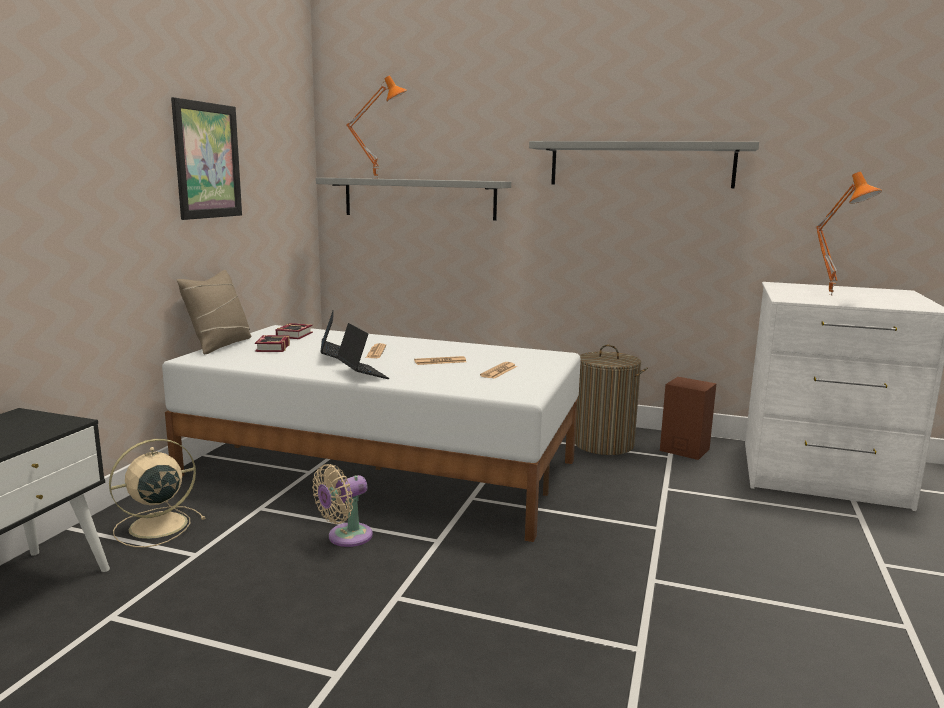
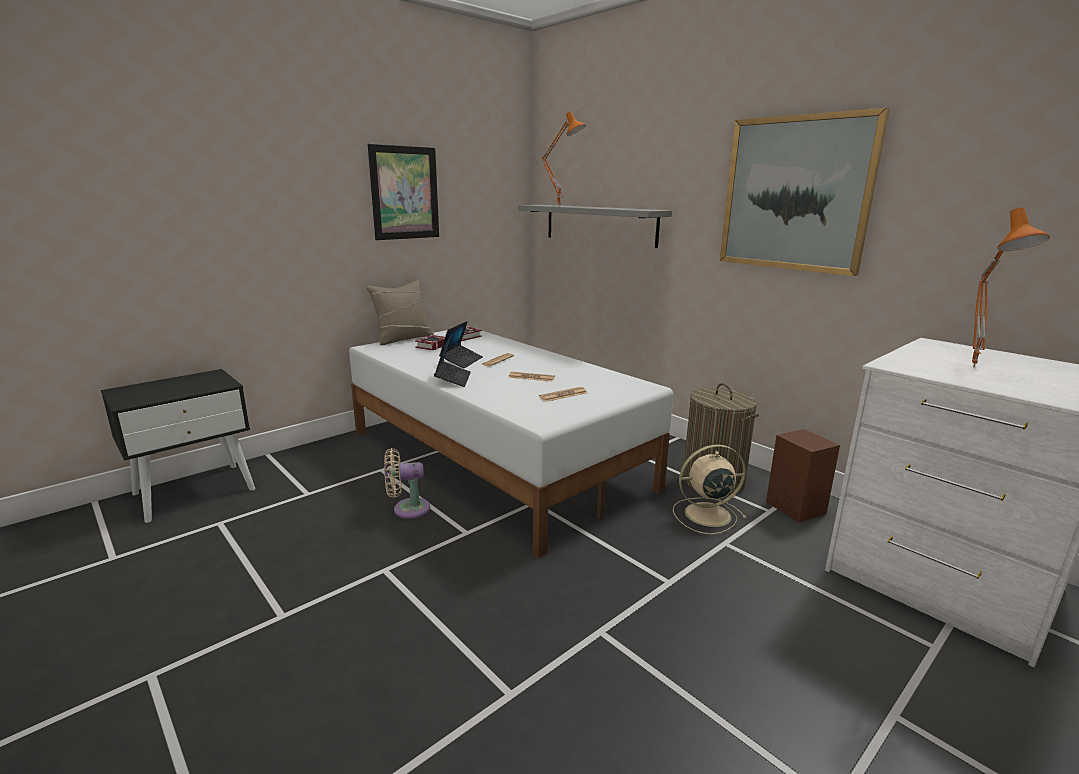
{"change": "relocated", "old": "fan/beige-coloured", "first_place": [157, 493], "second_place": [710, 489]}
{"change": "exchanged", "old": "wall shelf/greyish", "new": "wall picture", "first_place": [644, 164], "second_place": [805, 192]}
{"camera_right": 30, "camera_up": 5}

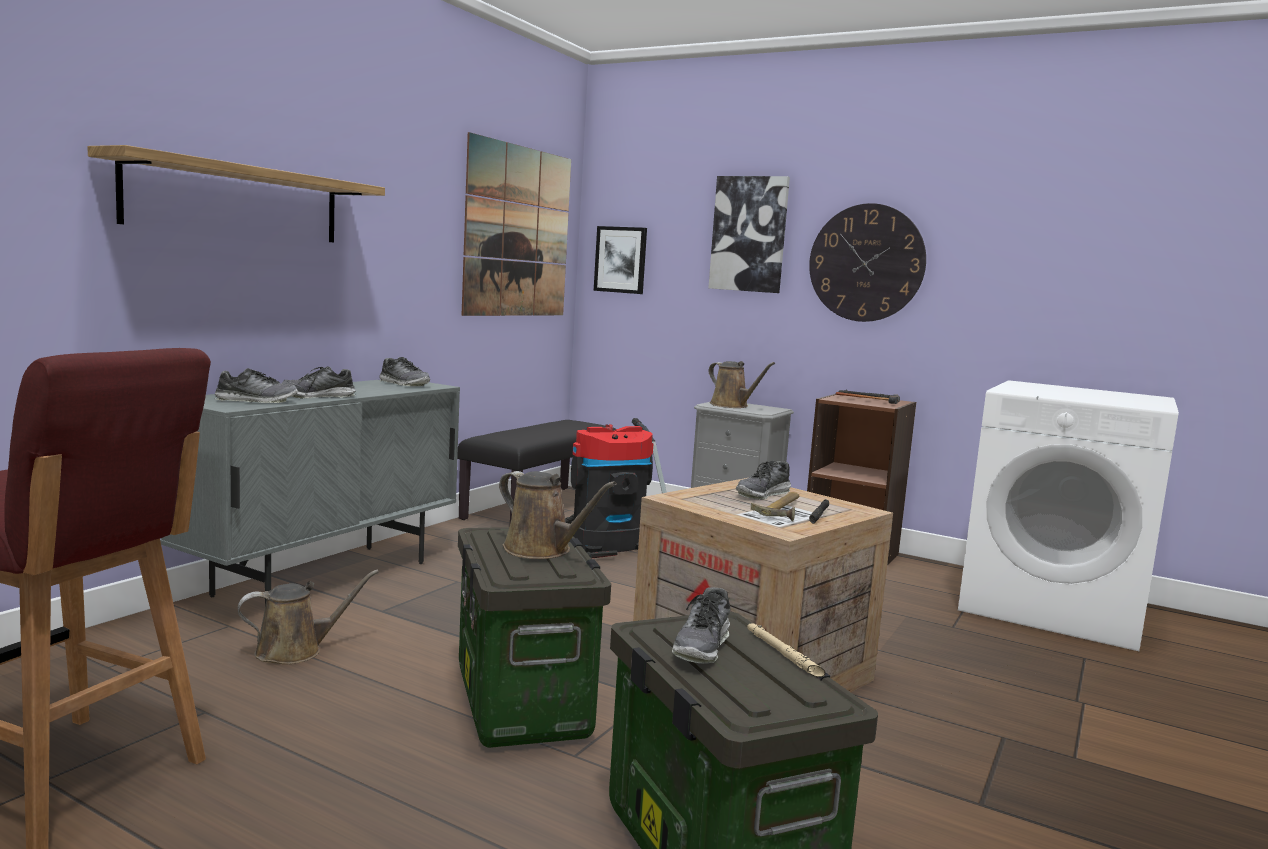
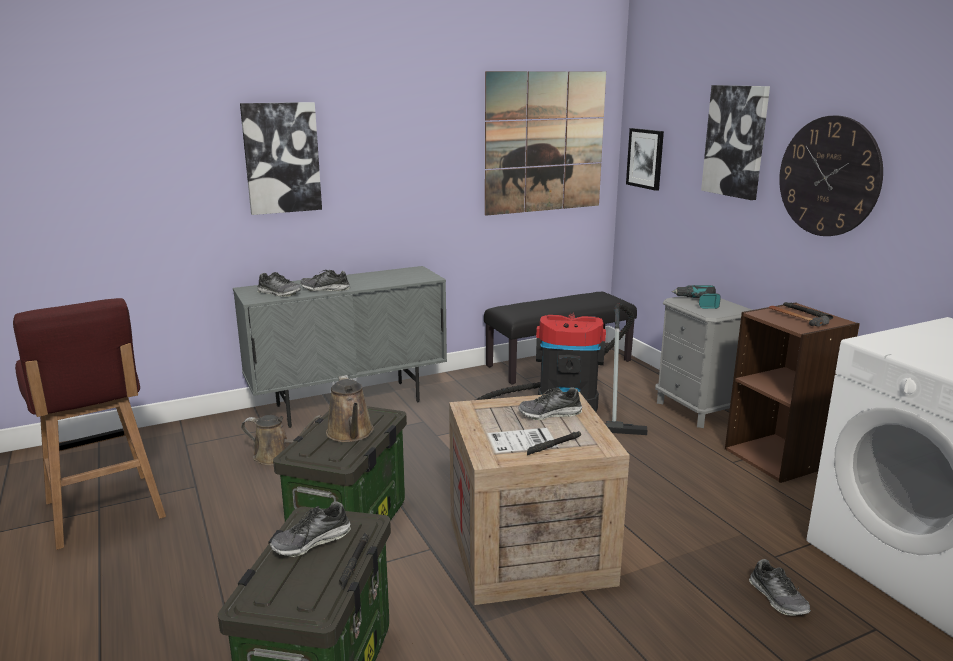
{"change": "exchanged", "old": "wall shelf", "new": "wall picture", "first_place": [236, 193], "second_place": [281, 158]}
{"change": "relocated", "old": "low shoe", "first_place": [404, 372], "second_place": [780, 587]}
{"change": "exchanged", "old": "watering pot/brownish", "new": "power drill", "first_place": [741, 384], "second_place": [696, 297]}
{"change": "colour", "old": "flashlight/beige-coloured", "new": "flashlight/black-coloured", "first_place": [786, 650], "second_place": [354, 561]}
{"change": "missing", "old": "tool hammer", "first_place": [775, 507]}
{"camera_right": 35, "camera_up": 10}

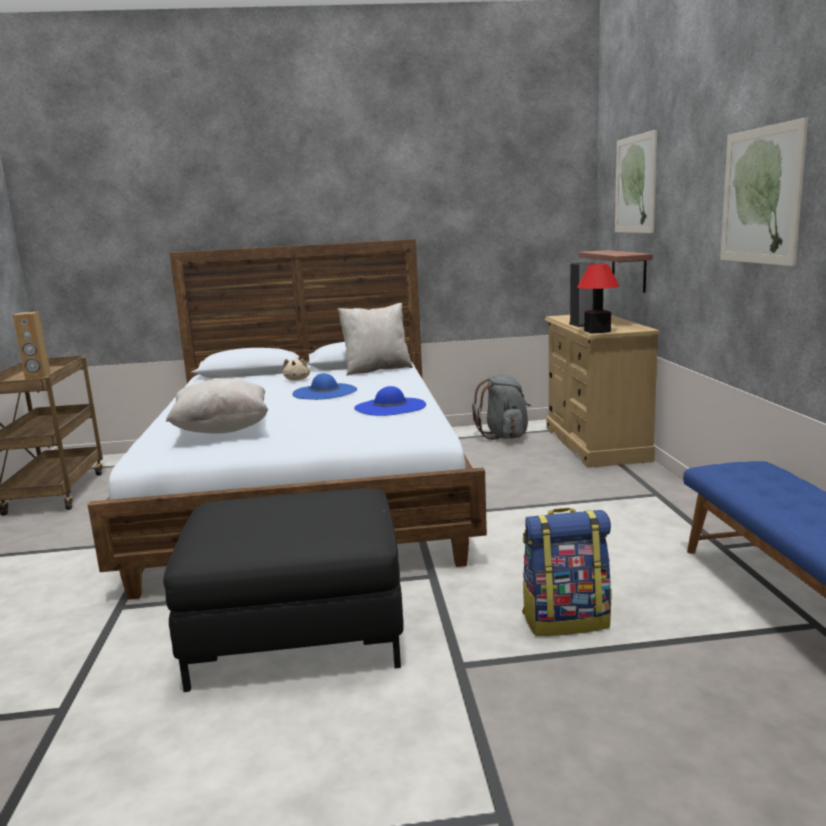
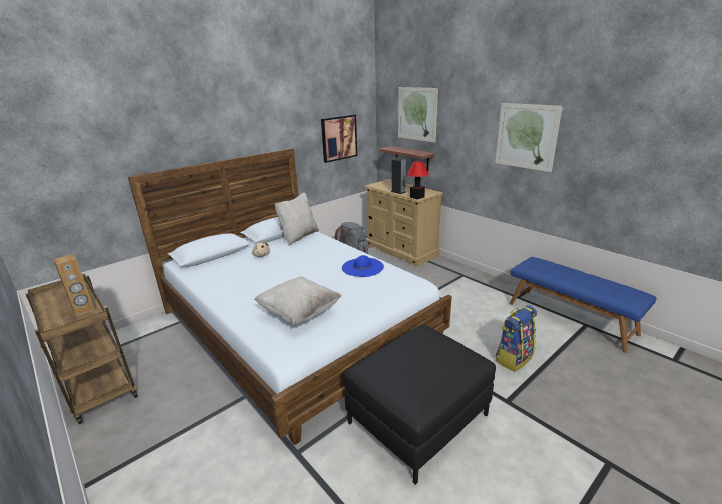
{"change": "missing", "old": "clothing hat/blue", "first_place": [324, 386]}
{"change": "appeared", "new": "wall picture", "second_place": [339, 139]}
{"camera_right": -35, "camera_up": 10}

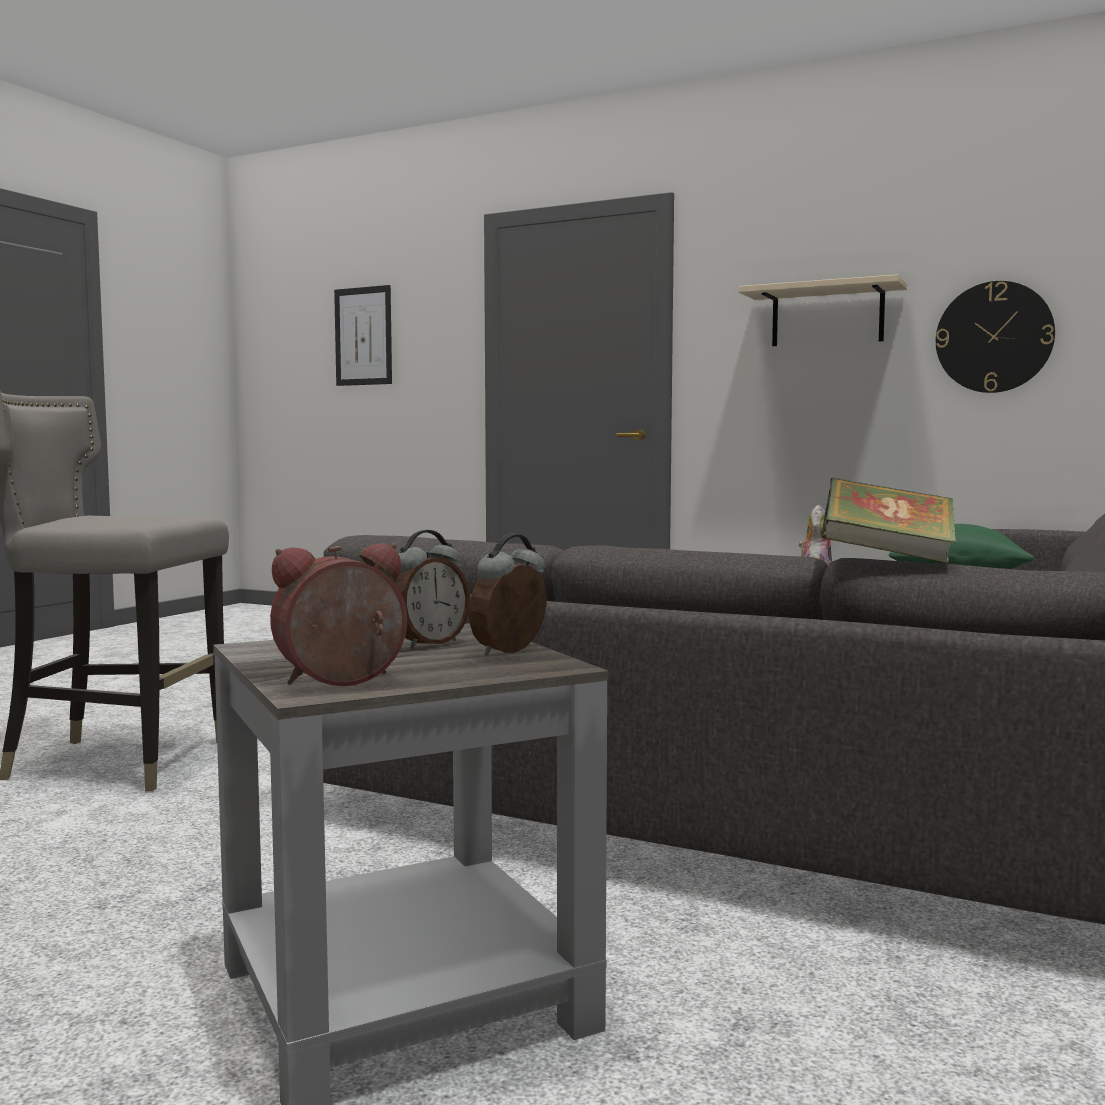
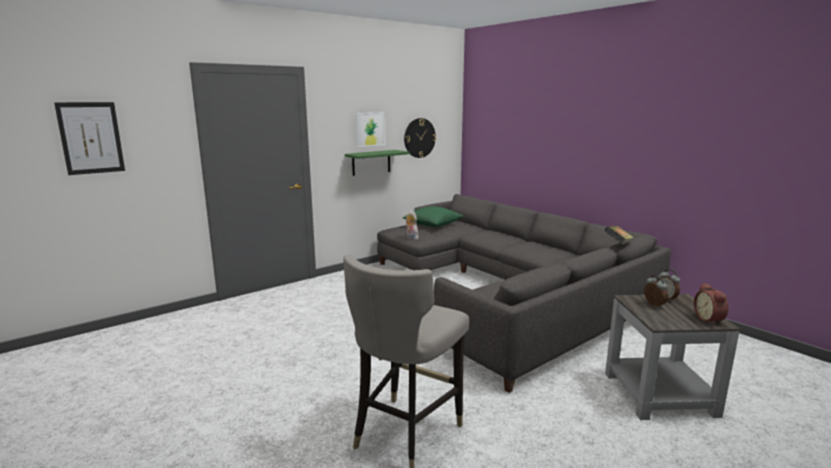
{"change": "exchanged", "old": "wall shelf/beige-coloured", "new": "wall picture", "first_place": [822, 310], "second_place": [370, 130]}
{"change": "appeared", "new": "wall shelf/green", "second_place": [377, 163]}
{"camera_right": -65, "camera_up": 10}

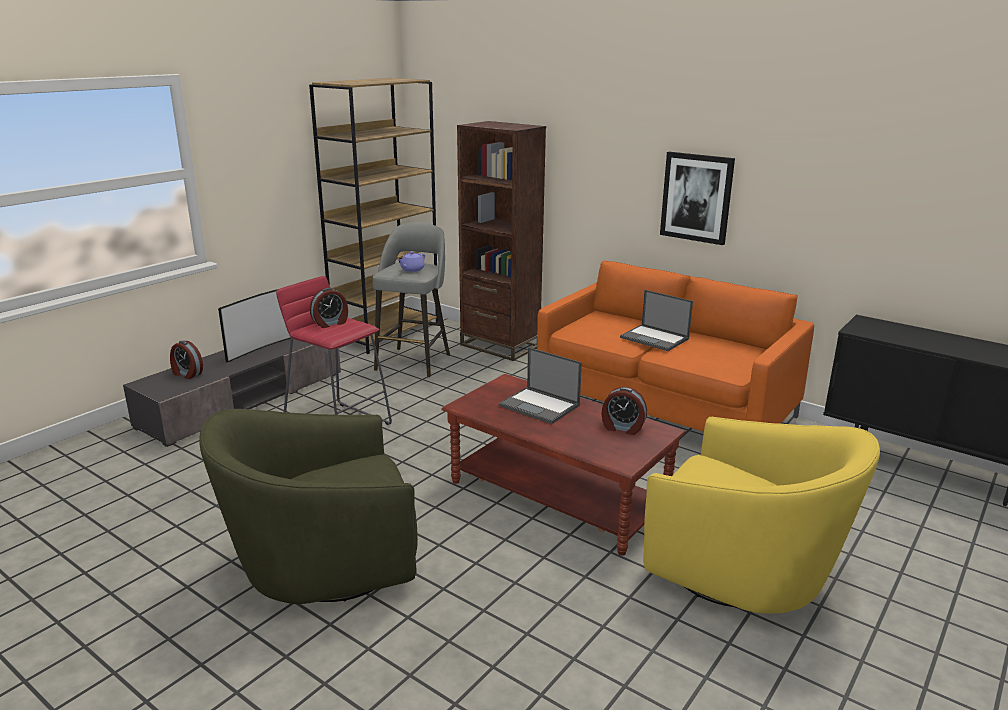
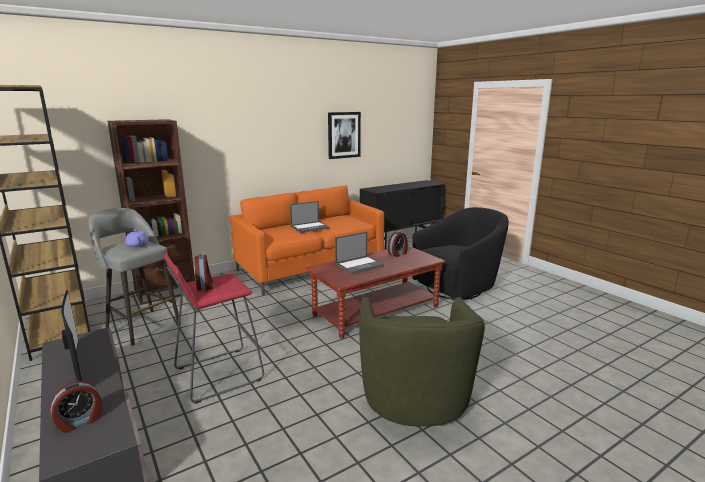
{"change": "colour", "old": "armchair/yellow", "new": "armchair/black-coloured", "first_place": [761, 515], "second_place": [460, 253]}
{"change": "relocated", "old": "wall picture", "first_place": [697, 198], "second_place": [344, 135]}
{"camera_right": -70, "camera_up": -5}

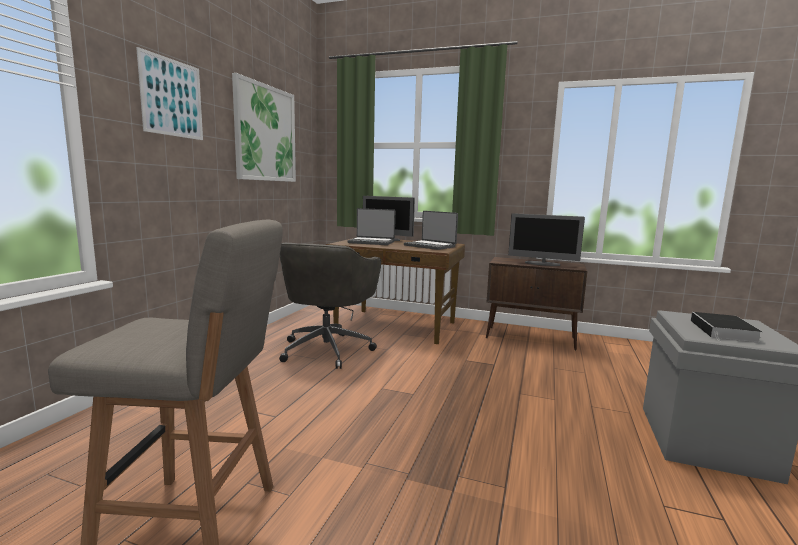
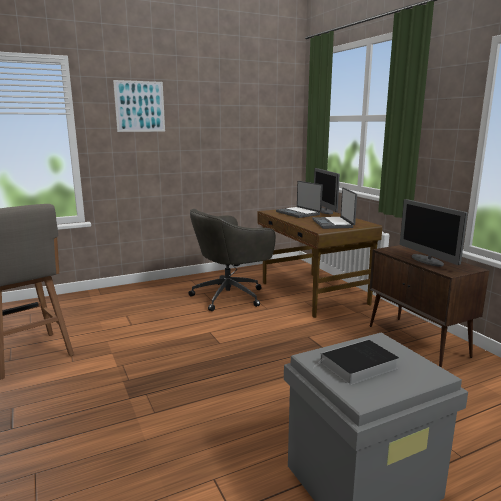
{"change": "missing", "old": "wall picture", "first_place": [264, 127]}
{"camera_right": 45, "camera_up": 5}

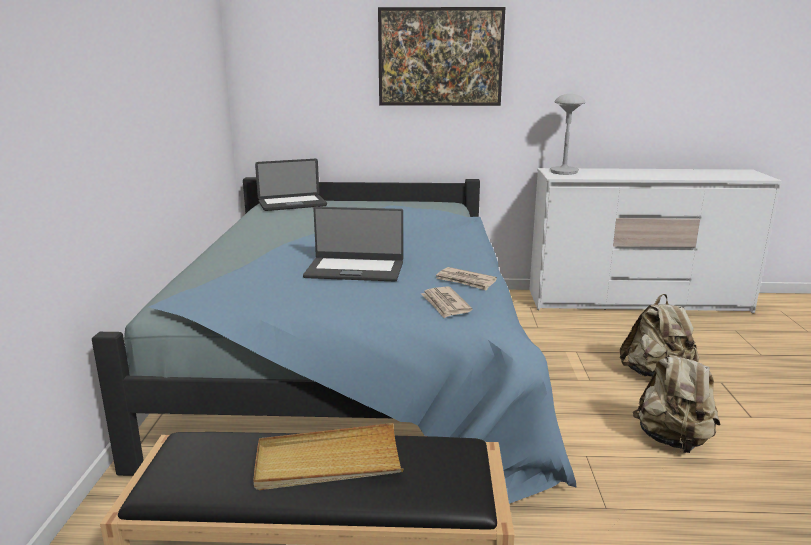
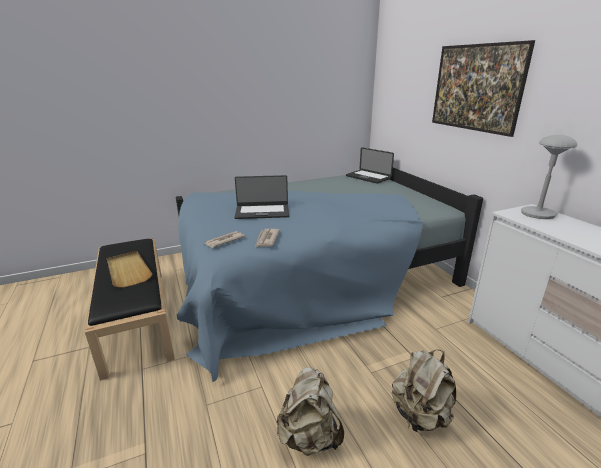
{"change": "spun", "old": "notebook computer", "first_place": [353, 244], "second_place": [261, 197], "degrees": -75}
{"camera_right": 65, "camera_up": 5}

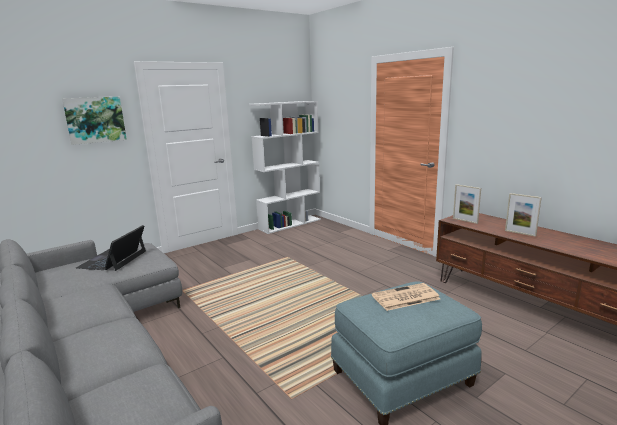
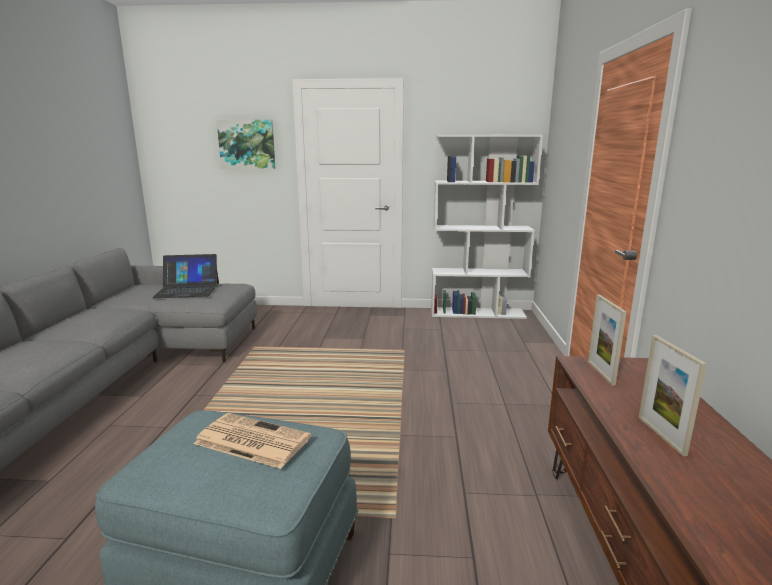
{"change": "spun", "old": "notebook computer", "first_place": [111, 248], "second_place": [185, 276], "degrees": -150}
{"camera_right": 40, "camera_up": 0}

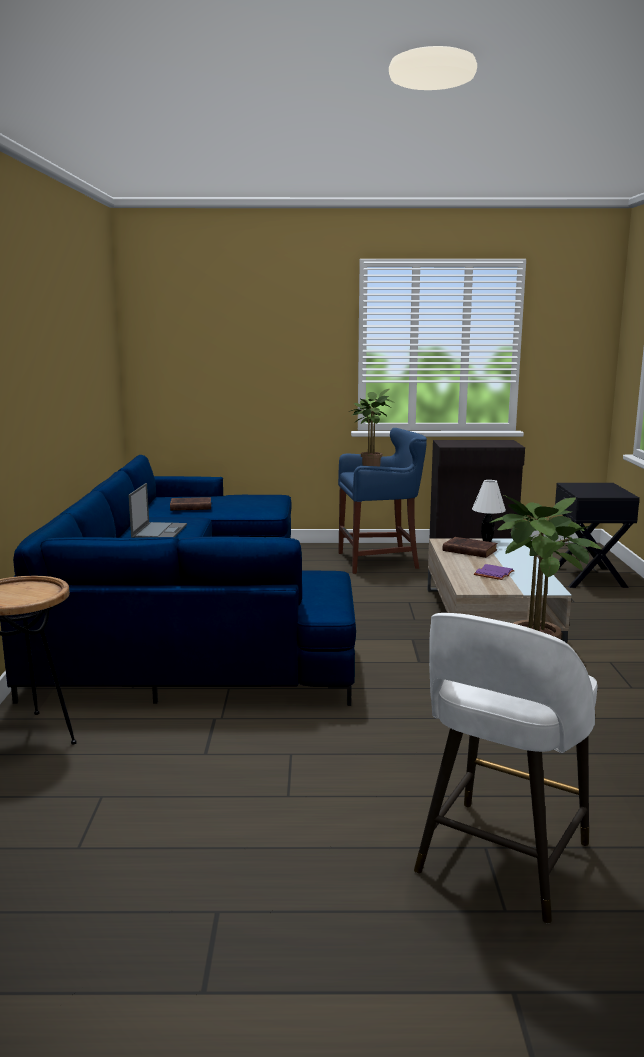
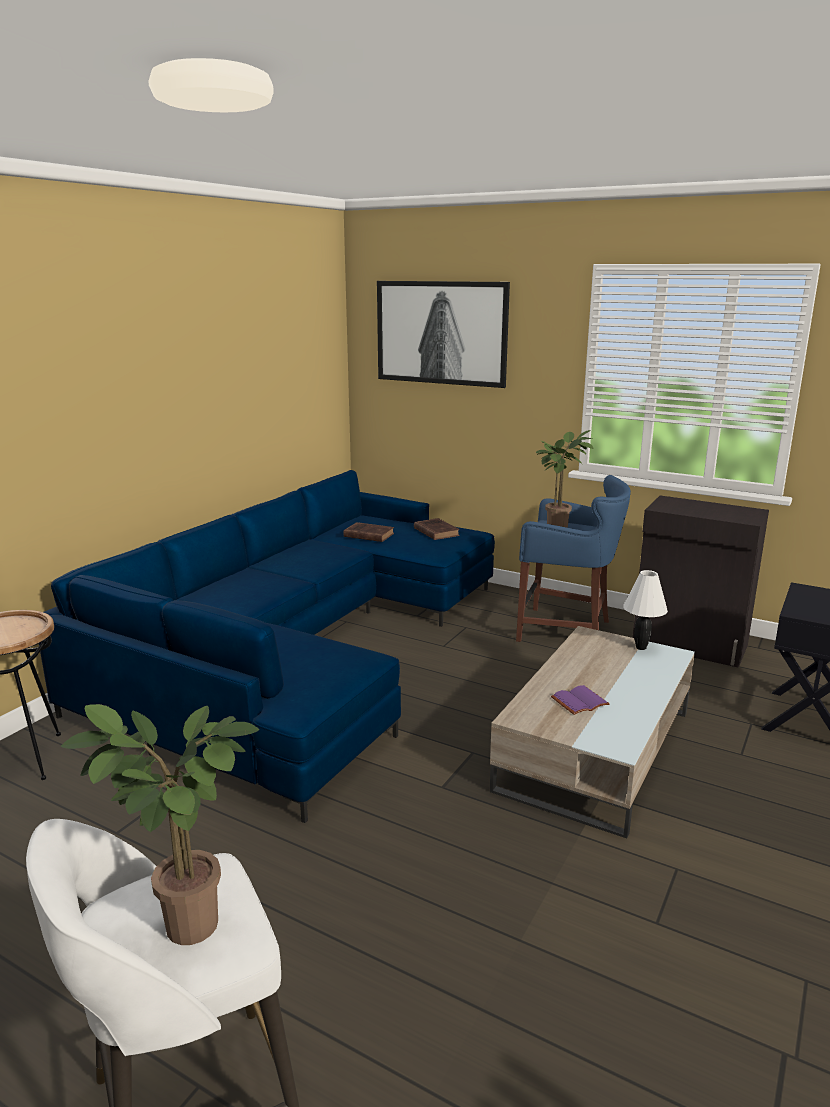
{"change": "missing", "old": "notebook computer", "first_place": [157, 510]}
{"change": "relocated", "old": "bound book/brownish", "first_place": [470, 547], "second_place": [437, 529]}
{"change": "appeared", "new": "wall picture", "second_place": [443, 334]}
{"camera_right": 30, "camera_up": 5}

